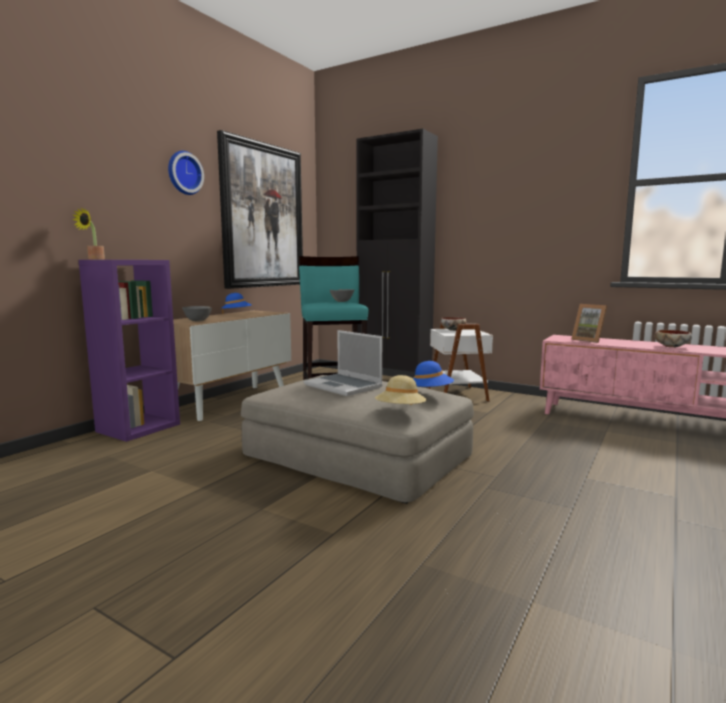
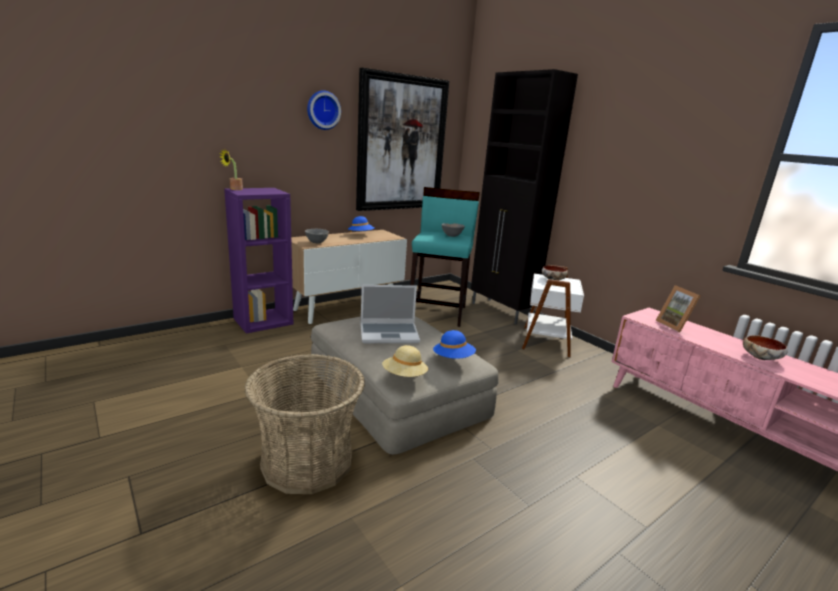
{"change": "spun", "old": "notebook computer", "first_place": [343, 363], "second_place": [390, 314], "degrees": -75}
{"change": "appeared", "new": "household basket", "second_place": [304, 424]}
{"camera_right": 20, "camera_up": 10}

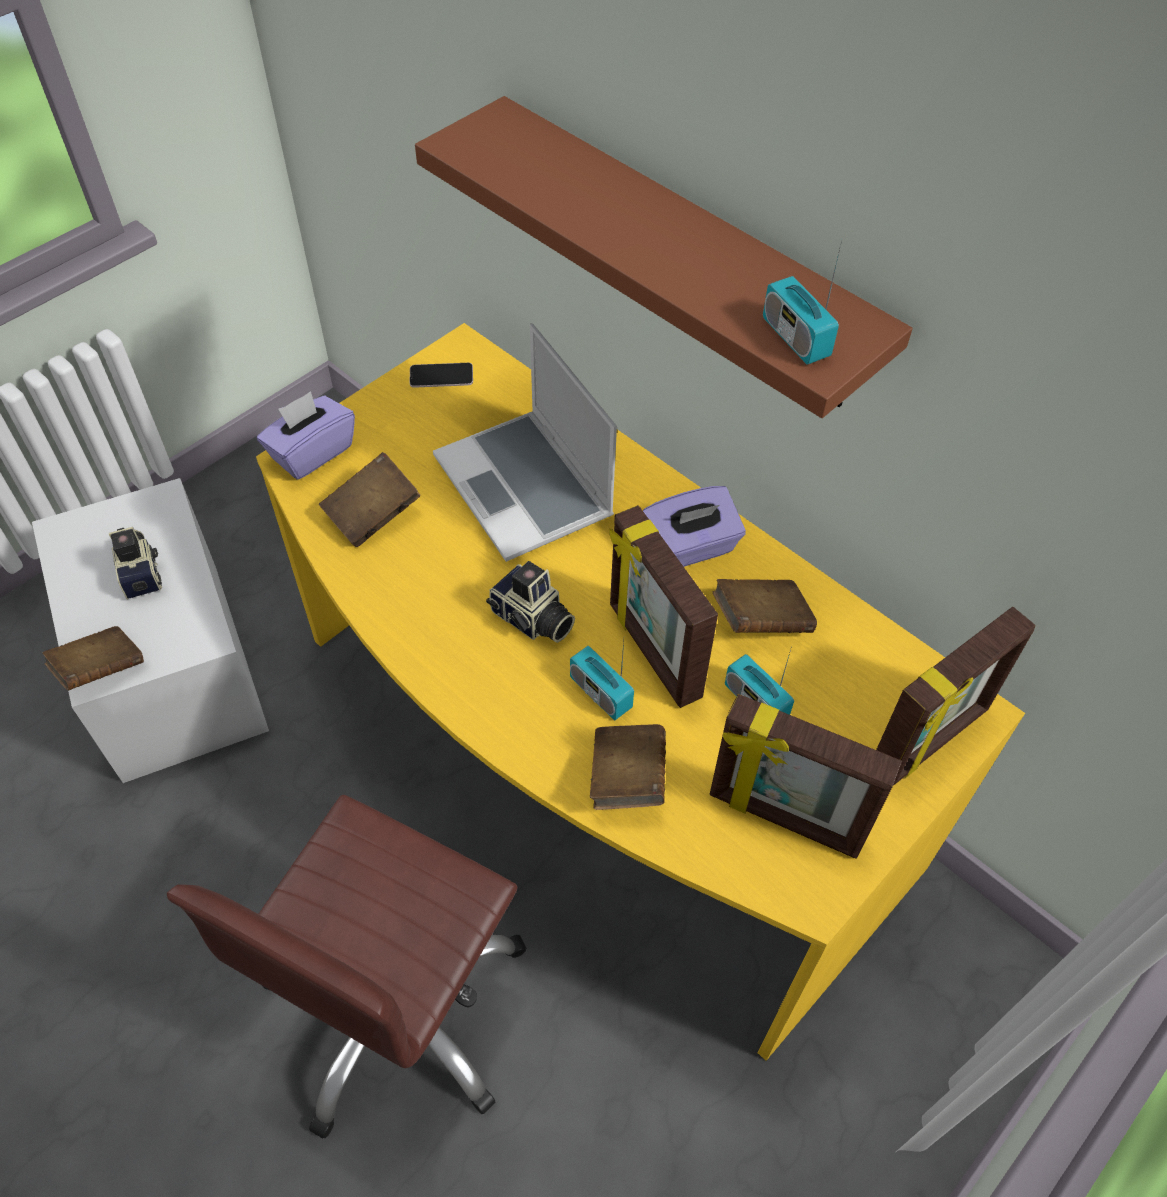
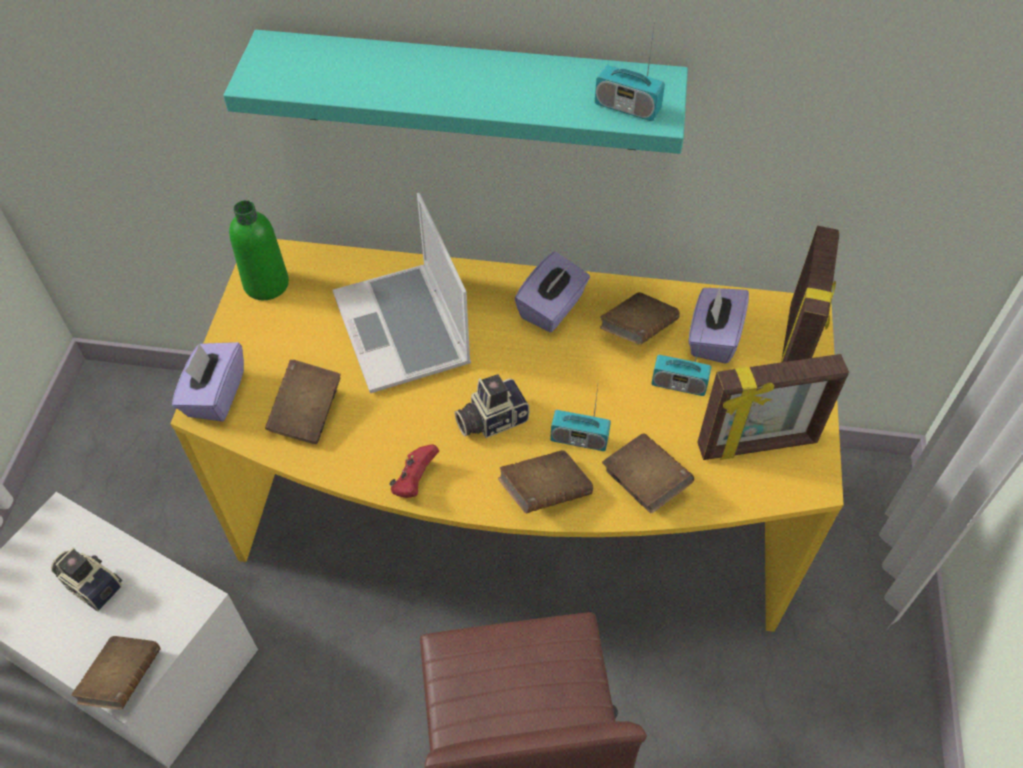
{"change": "exchanged", "old": "phone", "new": "beverage bottle/green", "first_place": [441, 375], "second_place": [259, 250]}
{"change": "colour", "old": "wall shelf/brownish", "new": "wall shelf/blue-green", "first_place": [664, 257], "second_place": [455, 92]}
{"change": "spun", "old": "notebook computer", "first_place": [525, 442], "second_place": [401, 293], "degrees": 45}
{"change": "spun", "old": "still camera", "first_place": [530, 602], "second_place": [492, 406], "degrees": 150}
{"change": "missing", "old": "photo frame", "first_place": [663, 606]}
{"change": "appeared", "new": "game controller/reddish", "second_place": [414, 471]}
{"change": "appeared", "new": "bound book/brownish", "second_place": [545, 481]}
{"change": "appeared", "new": "tissue holder/purple", "second_place": [718, 325]}
{"camera_right": -35, "camera_up": 0}

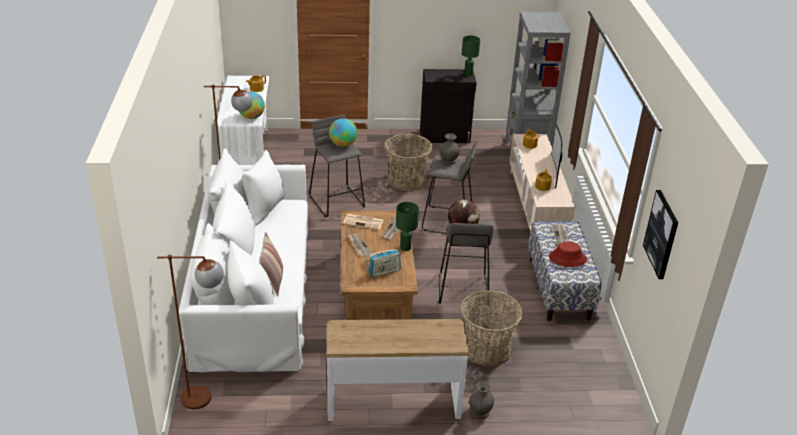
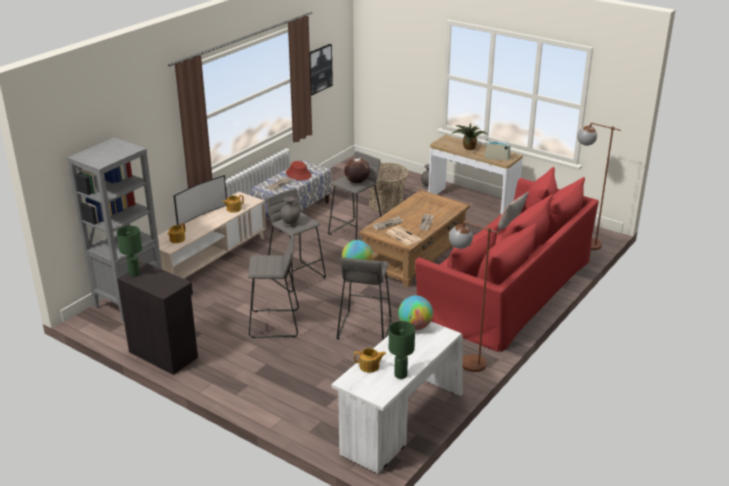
{"change": "colour", "old": "settee/white", "new": "settee/reddish", "first_place": [243, 260], "second_place": [507, 259]}
{"change": "relocated", "old": "radio set", "first_place": [384, 263], "second_place": [497, 150]}
{"change": "exchanged", "old": "household basket", "new": "sitting stool/greyish", "first_place": [408, 162], "second_place": [273, 286]}
{"change": "relocated", "old": "tabletop lamp/green", "first_place": [407, 226], "second_place": [402, 350]}
{"change": "appeared", "new": "houseplant", "second_place": [469, 136]}
{"camera_right": -140, "camera_up": -5}

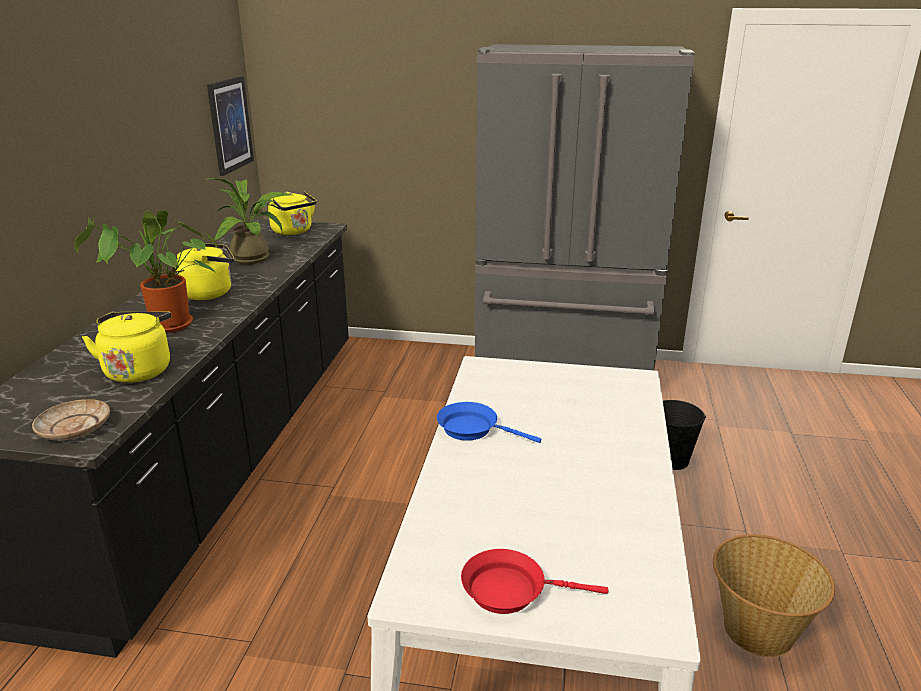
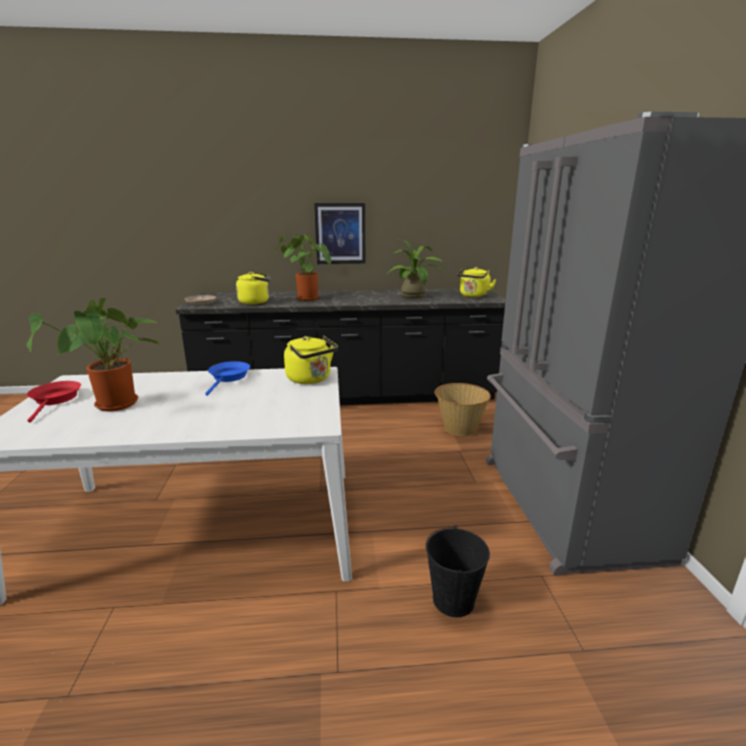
{"change": "relocated", "old": "water kettle/yellow", "first_place": [204, 271], "second_place": [311, 360]}
{"change": "relocated", "old": "wall picture", "first_place": [230, 126], "second_place": [339, 233]}
{"change": "relocated", "old": "household basket", "first_place": [774, 595], "second_place": [462, 409]}
{"change": "appeared", "new": "houseplant", "second_place": [93, 354]}
{"camera_right": 75, "camera_up": -5}

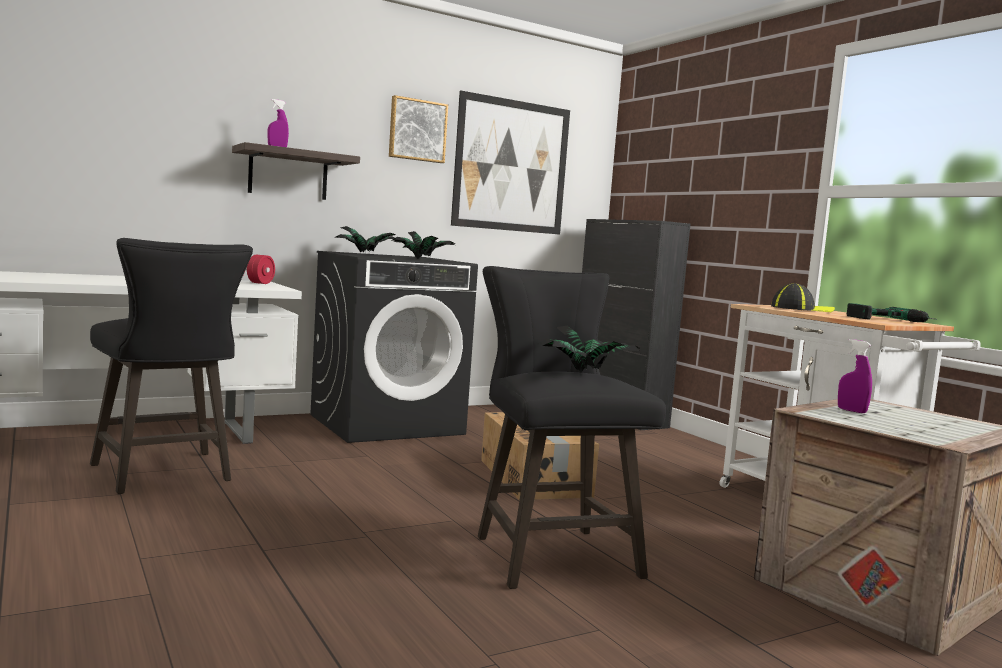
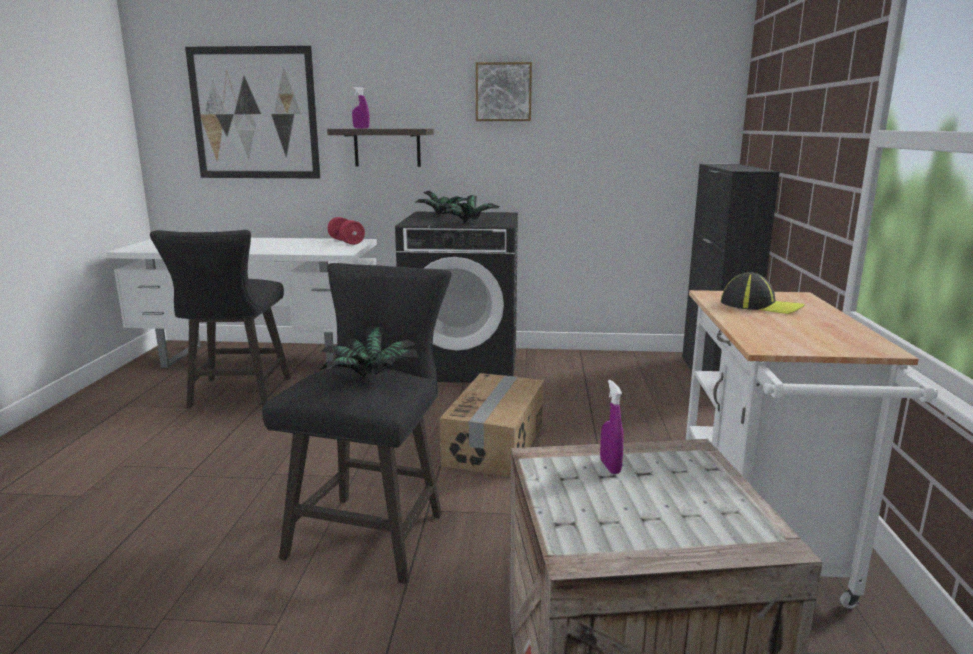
{"change": "relocated", "old": "wall picture", "first_place": [510, 162], "second_place": [253, 112]}
{"change": "missing", "old": "power drill", "first_place": [892, 312]}
{"camera_right": 35, "camera_up": 10}

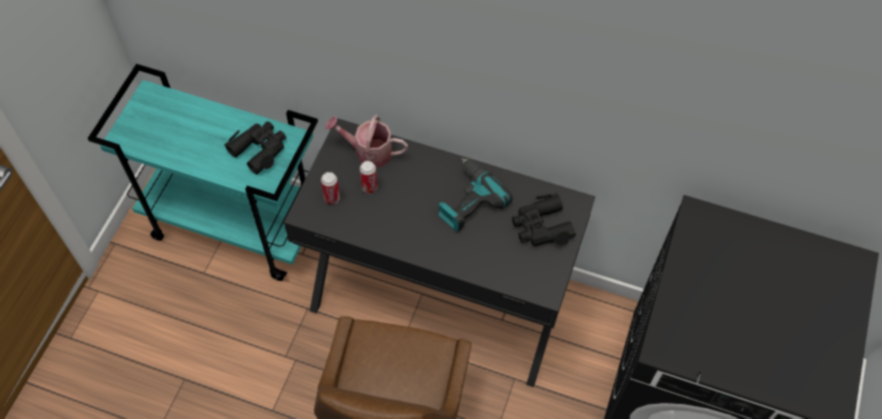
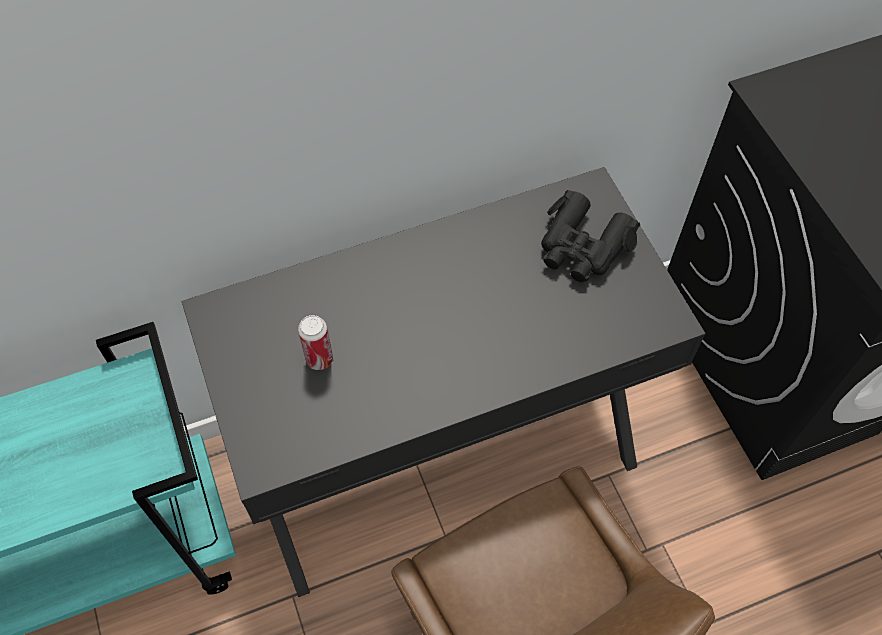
{"change": "missing", "old": "binoculars/black-coloured", "first_place": [255, 148]}
{"change": "missing", "old": "metal can", "first_place": [330, 188]}
{"change": "missing", "old": "watering pot", "first_place": [366, 141]}
{"change": "missing", "old": "power drill", "first_place": [475, 195]}
{"camera_right": -40, "camera_up": 0}

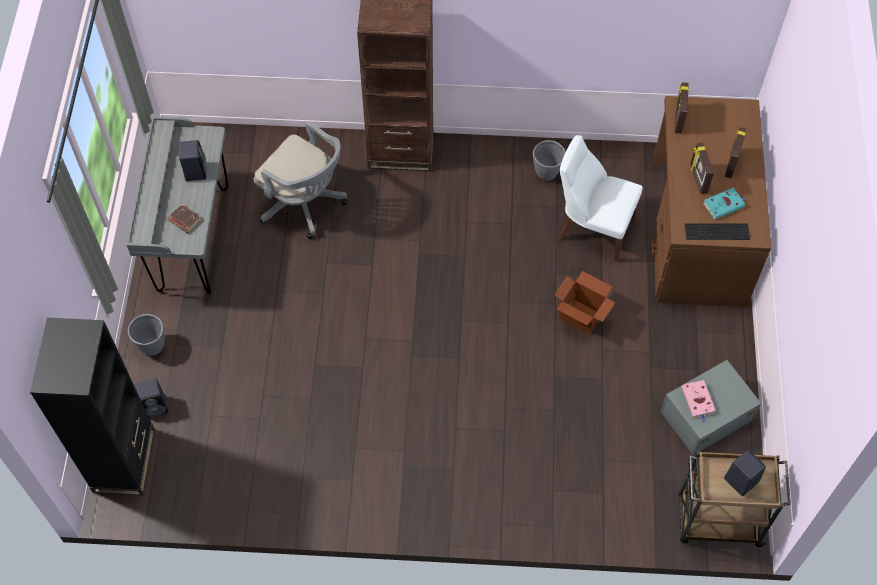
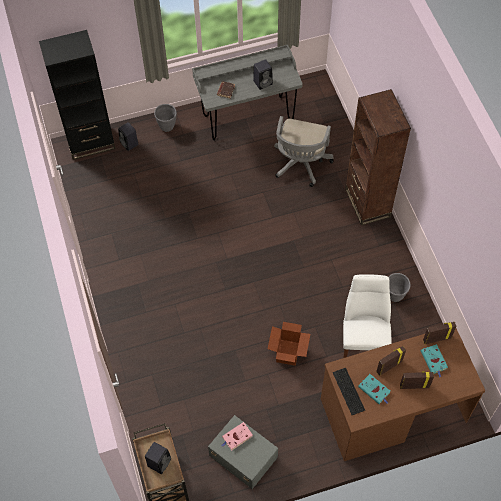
{"change": "appeared", "new": "bound book/blue-green", "second_place": [434, 360]}
{"camera_right": 70, "camera_up": 0}

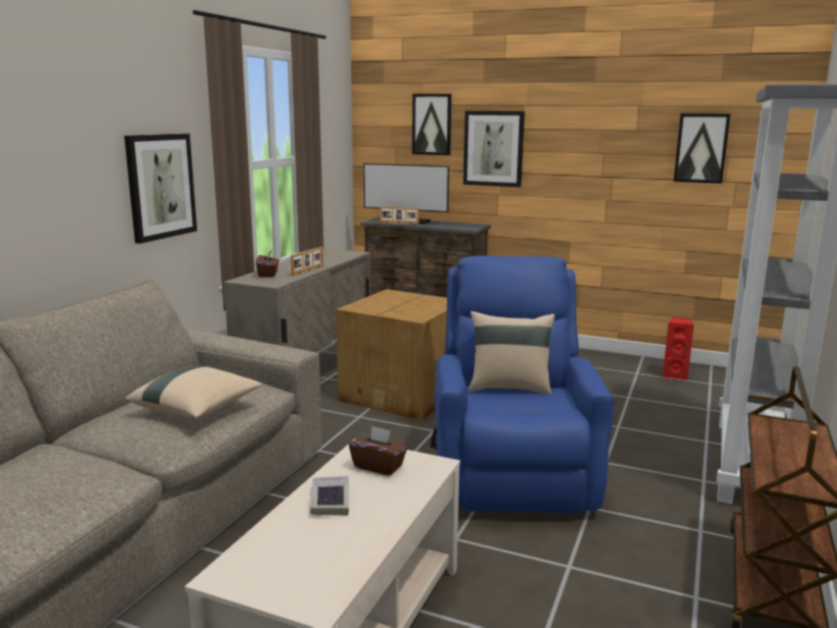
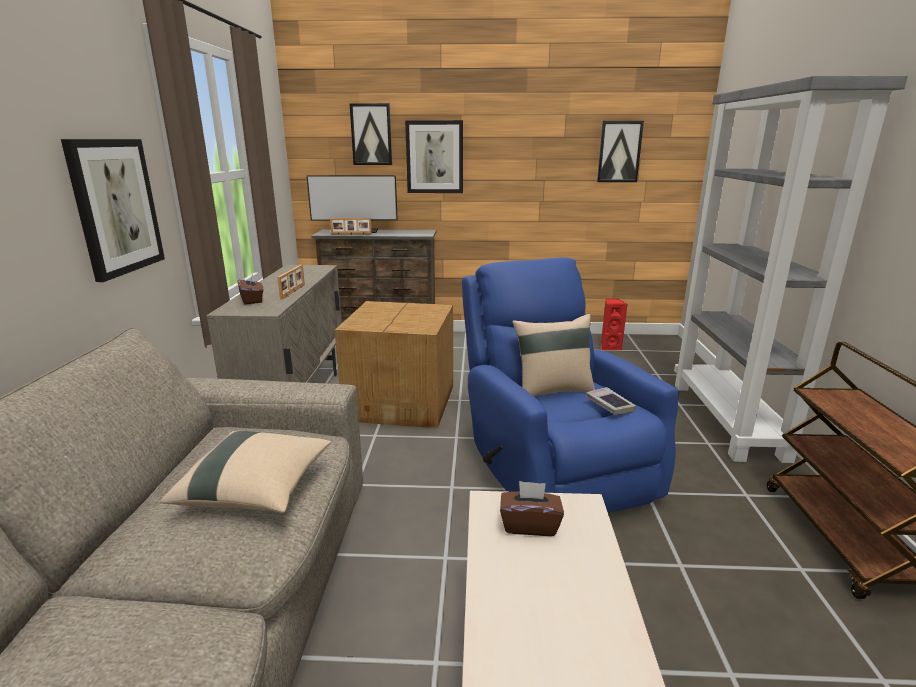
{"change": "relocated", "old": "bound book", "first_place": [329, 496], "second_place": [611, 401]}
{"camera_right": -20, "camera_up": 5}

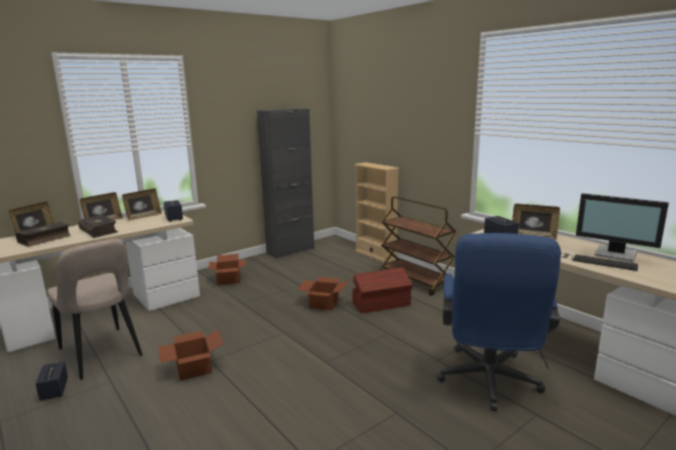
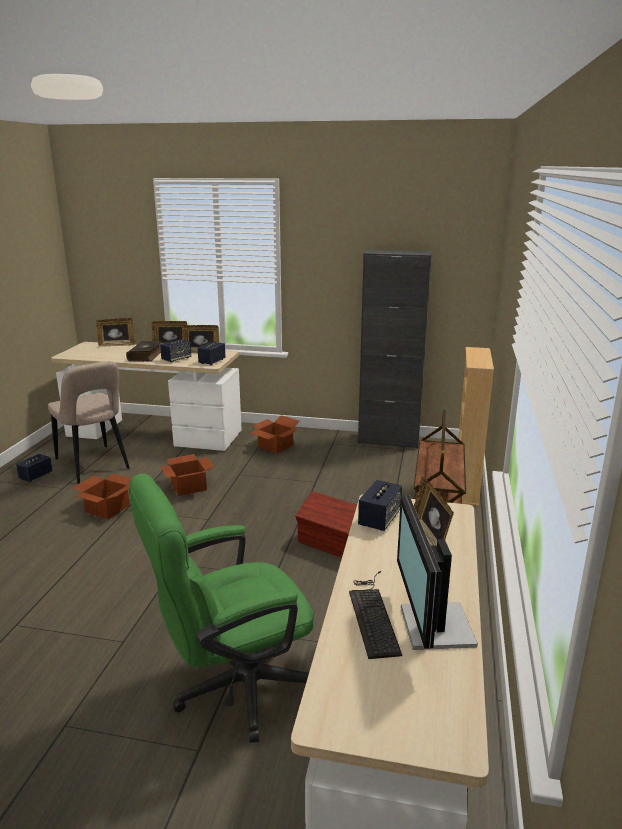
{"change": "missing", "old": "bound book", "first_place": [43, 234]}
{"change": "spun", "old": "upright chair/beige-coloured", "first_place": [94, 309], "second_place": [89, 422], "degrees": -45}
{"change": "relocated", "old": "packing box", "first_place": [323, 293], "second_place": [187, 475]}
{"change": "colour", "old": "desk chair/blue", "new": "desk chair/green", "first_place": [499, 322], "second_place": [221, 608]}
{"change": "appeared", "new": "speaker", "second_place": [175, 351]}
{"camera_right": 50, "camera_up": 5}

